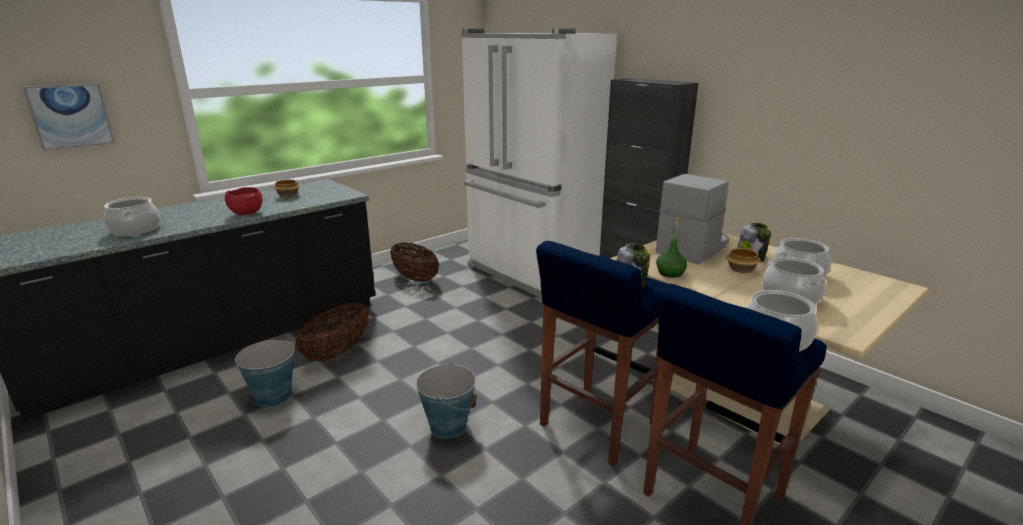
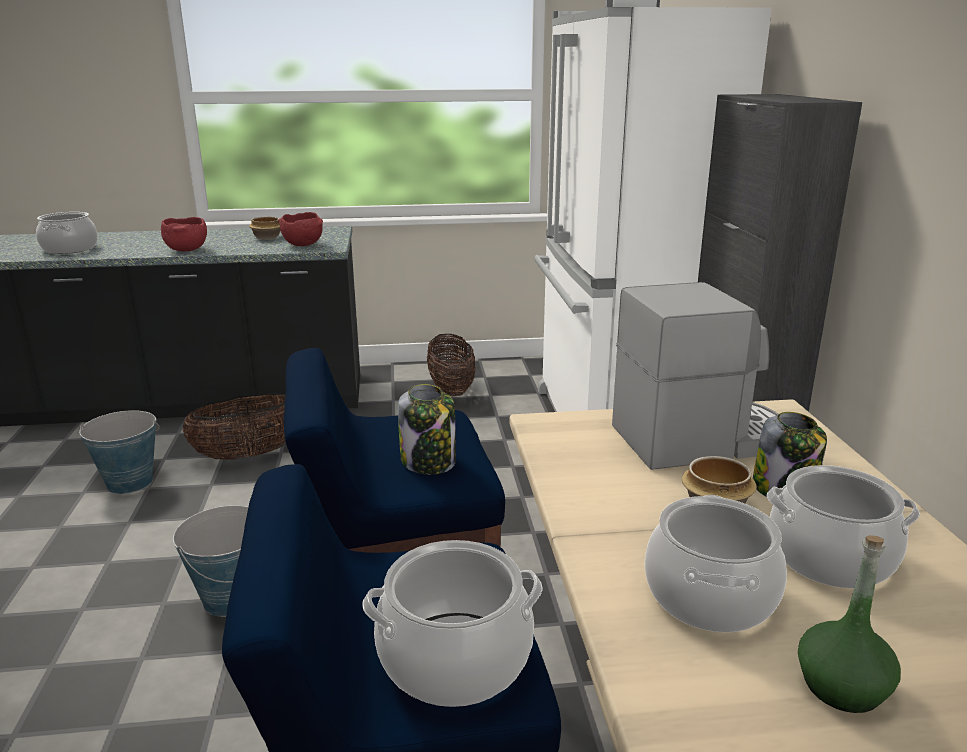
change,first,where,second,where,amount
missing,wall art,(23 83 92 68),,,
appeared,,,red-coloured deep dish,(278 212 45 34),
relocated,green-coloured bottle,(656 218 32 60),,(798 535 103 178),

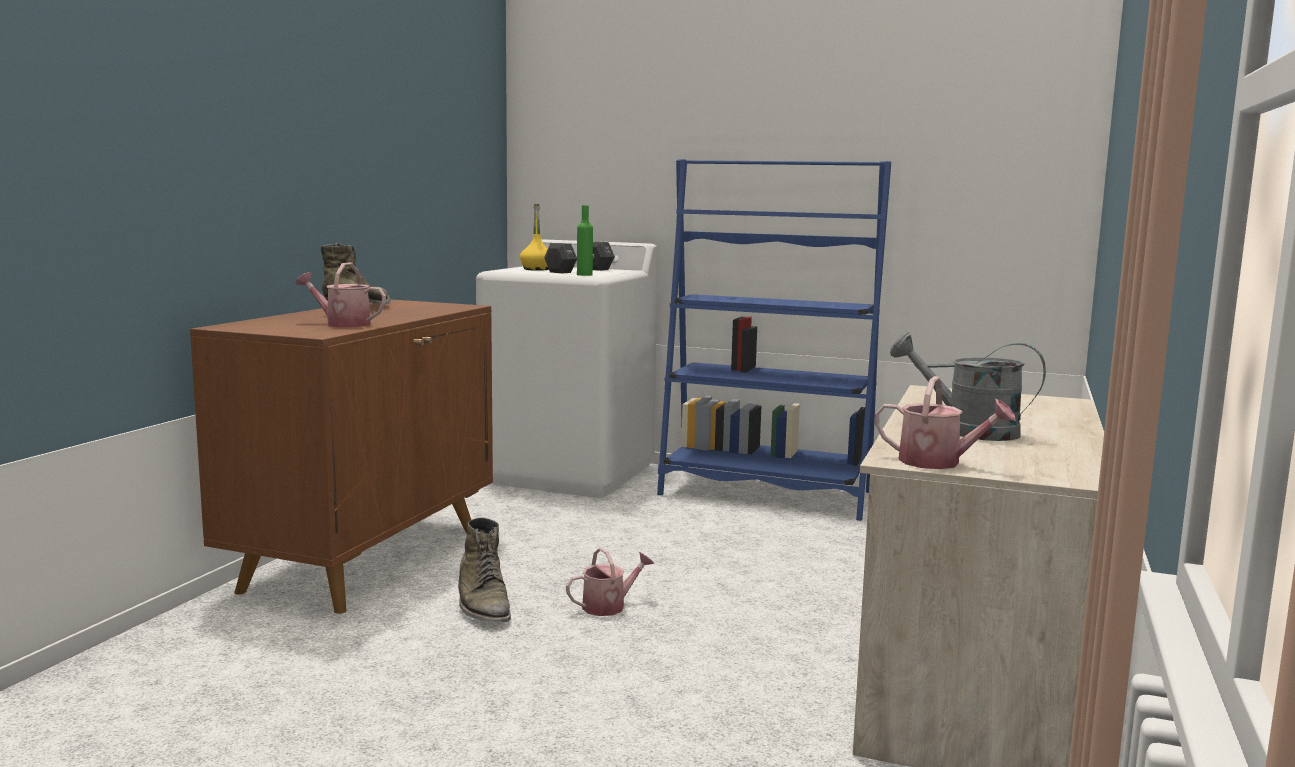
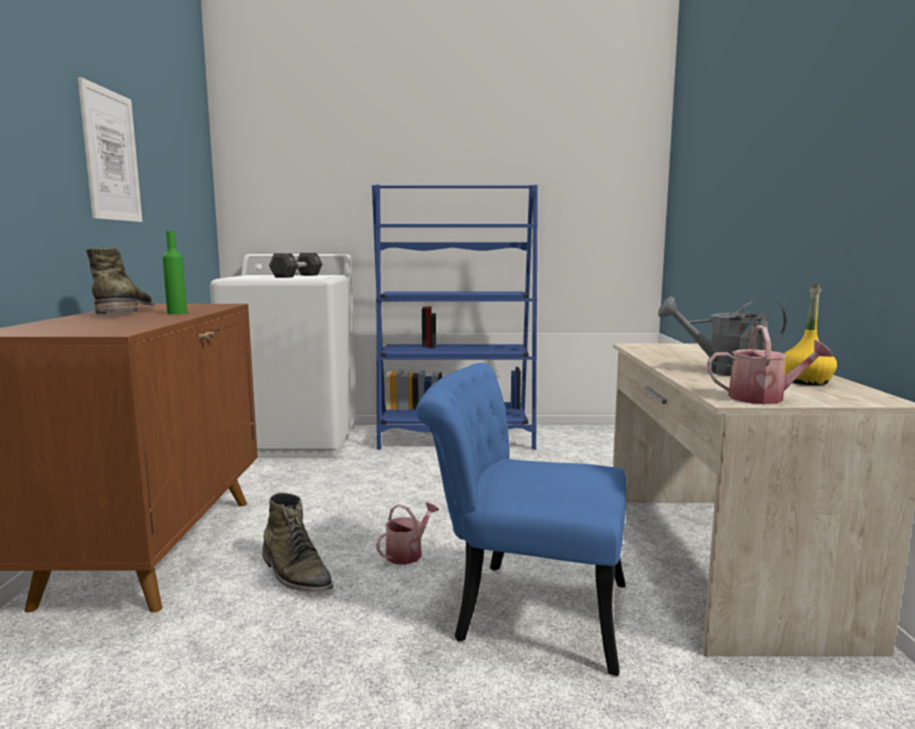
change,first,where,second,where,amount
missing,sprinkling can,(295 262 91 65),,,
appeared,,,wall art,(78 77 64 145),
appeared,,,blue-coloured chair,(416 363 210 313),
relocated,yellow-coloured bottle,(520 204 29 67),,(784 285 53 100),
relocated,green-coloured bottle,(577 205 16 71),,(162 231 25 83),

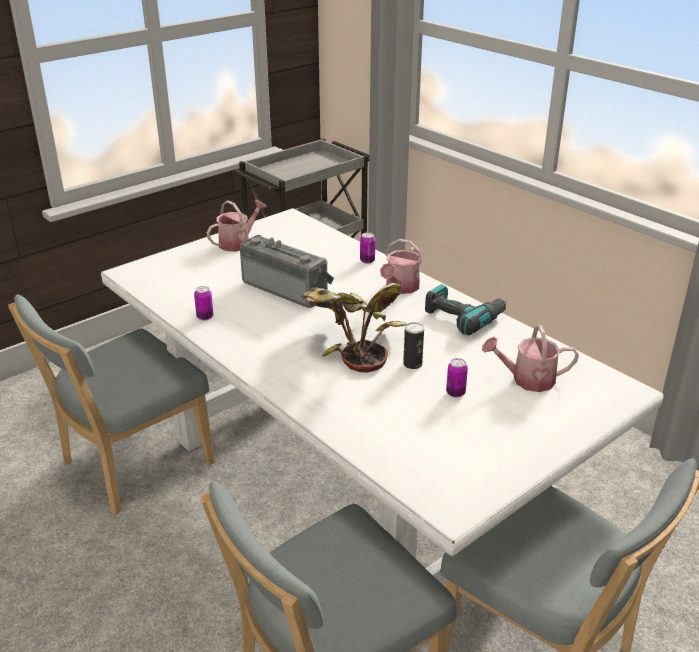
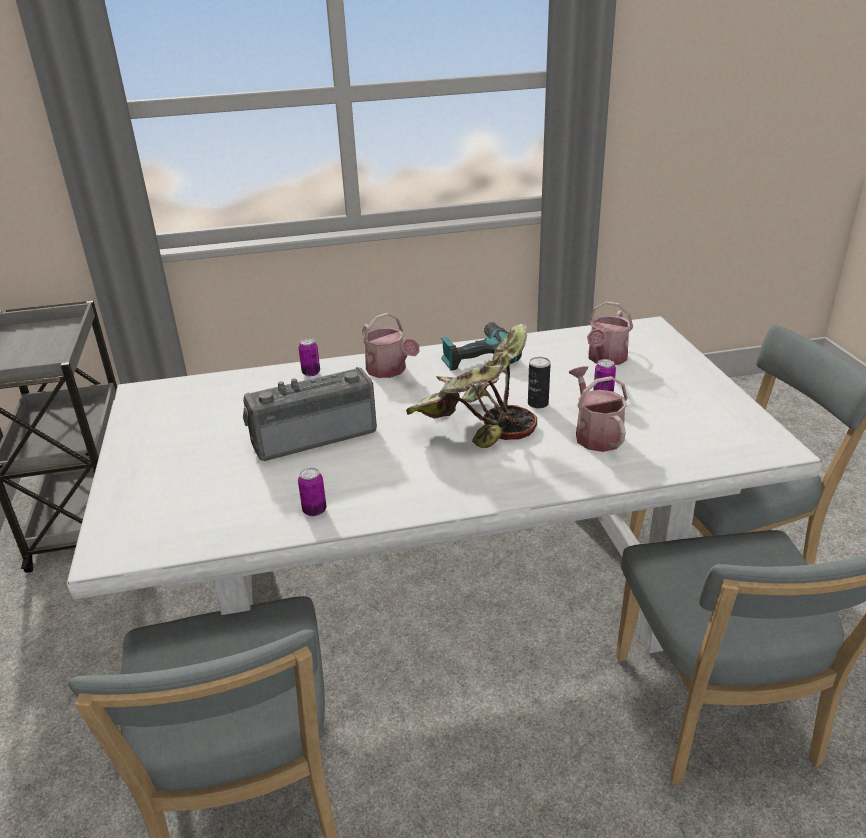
change,first,where,second,where,amount
relocated,sprinkling can,(207 200 60 52),,(569 366 59 86),

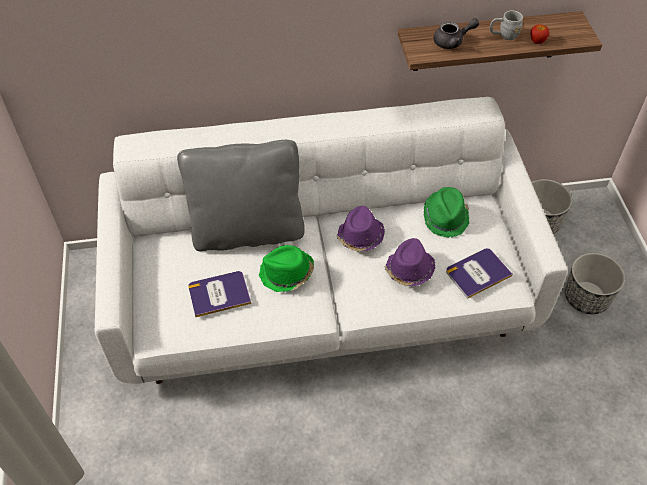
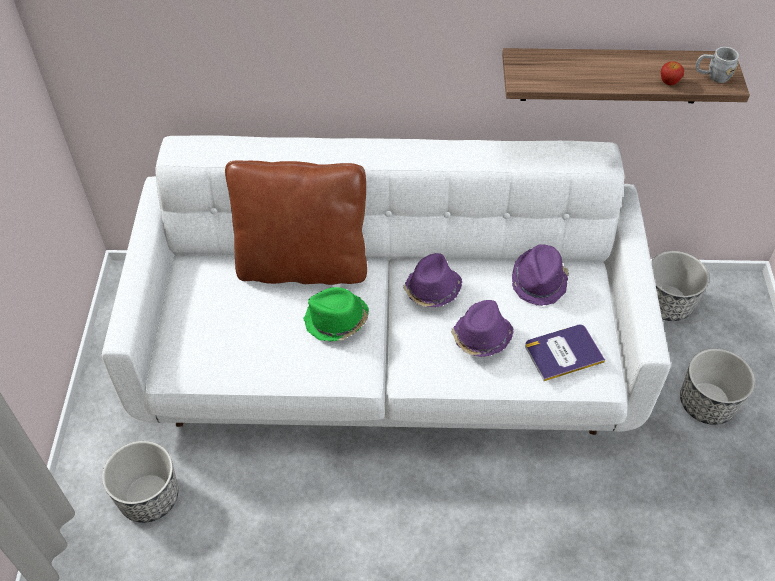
change,first,where,second,where,amount
missing,book,(188 271 63 46),,,
missing,grey teapot,(433 18 46 31),,,
appeared,,,flower pot,(102 441 77 82),
relocated,grey tea mug,(490 10 33 30),,(696 47 43 36),
colour,grey pillow,(177 140 128 111),brown-coloured pillow,(225 160 142 125),
colour,green-coloured hat,(424 187 45 51),purple hat,(512 244 57 62),

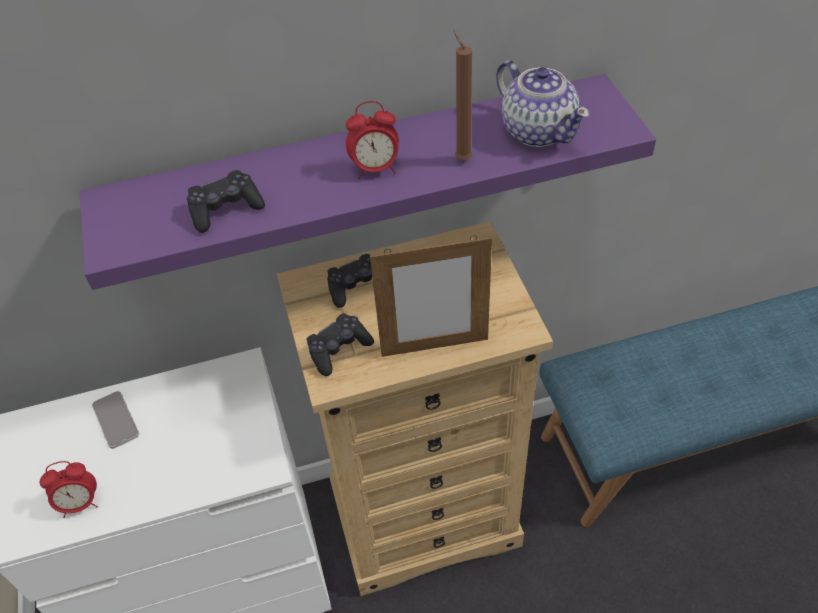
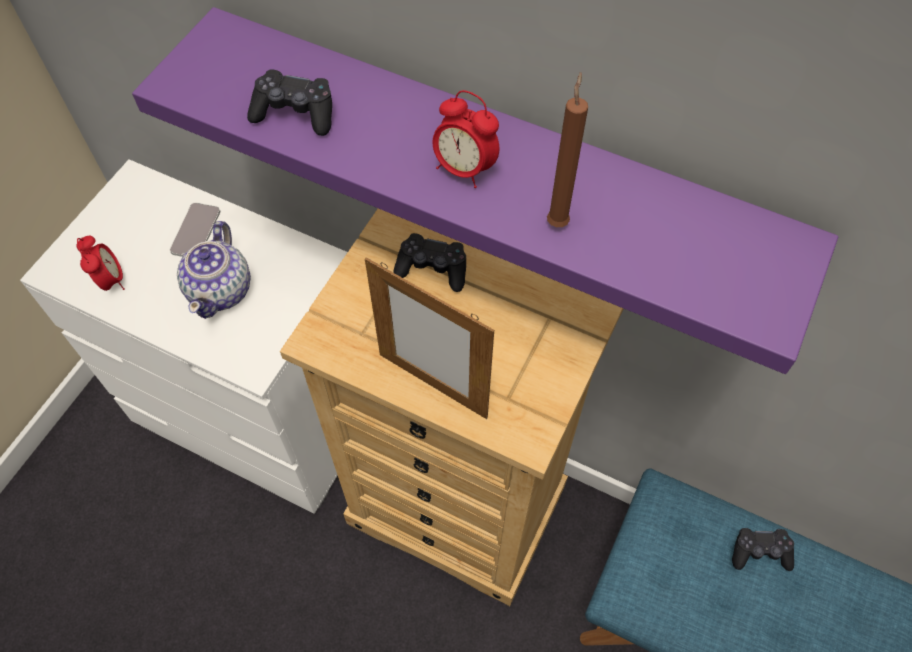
change,first,where,second,where,amount
relocated,black-coloured joypad,(306 313 68 63),,(732 528 62 43),
relocated,teapot,(496 60 94 87),,(177 221 74 98),
spun,table clock,(40 461 58 57),,(77 236 48 55),135 degrees counterclockwise

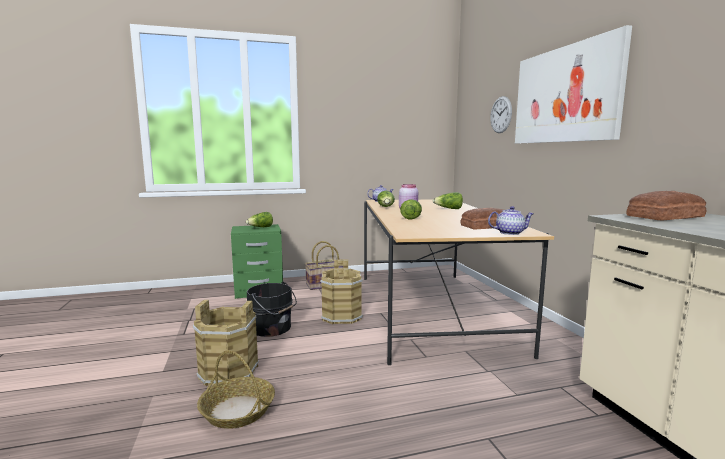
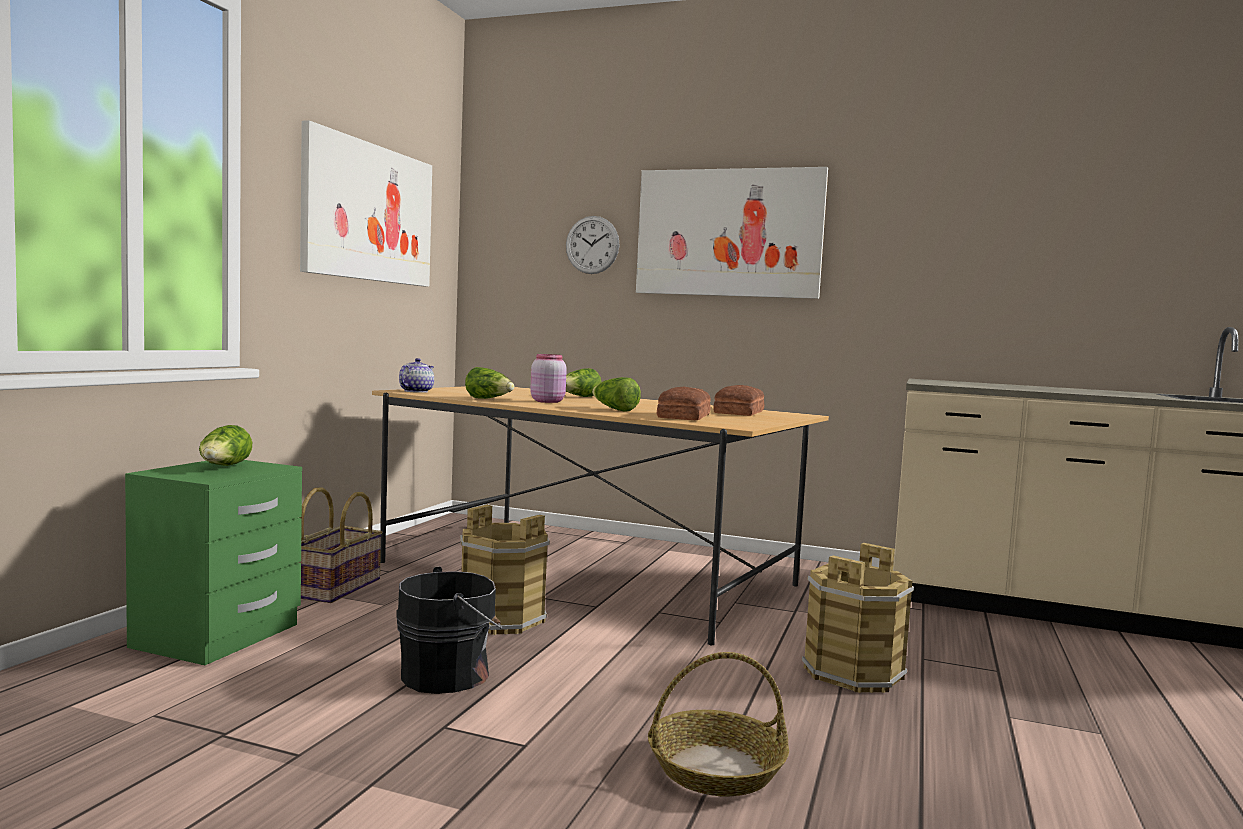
change,first,where,second,where,amount
missing,teapot,(488 206 46 29),,,
appeared,,,wall art,(300 120 132 167),
relocated,brown-coloured water bucket,(193 300 66 86),,(802 543 112 150),
relocated,bakery bread,(626 191 80 29),,(657 387 54 33),

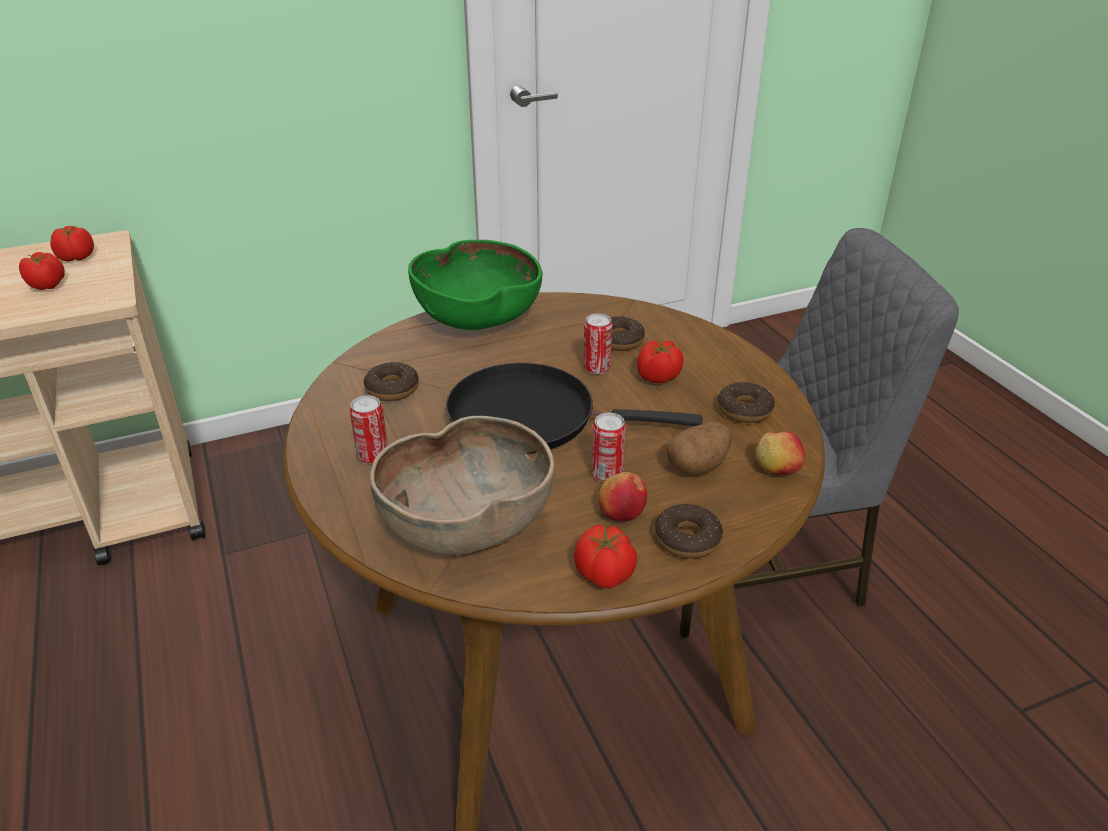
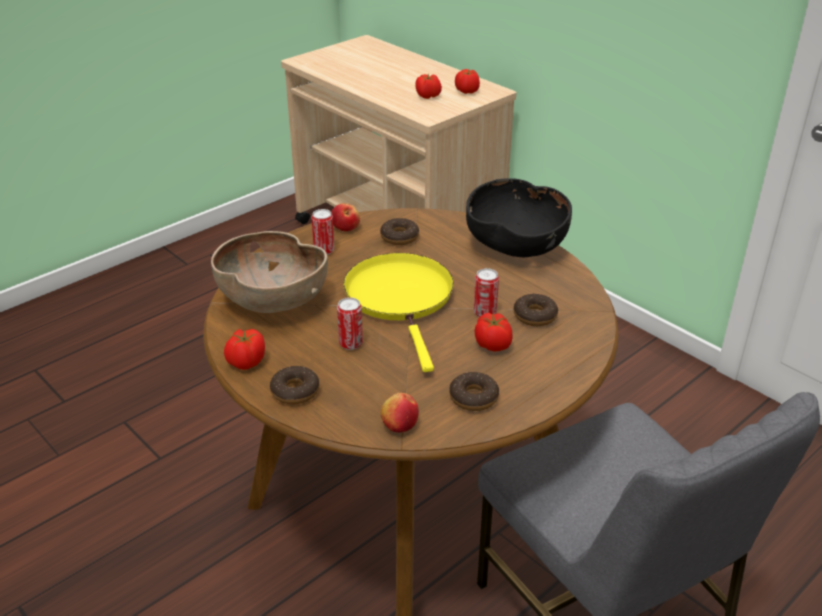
change,first,where,second,where,amount
missing,potato,(666 422 66 52),,,
relocated,whole apple,(599 472 48 49),,(331 203 29 28),
colour,green-coloured deep dish,(408 240 134 90),black-coloured deep dish,(466 178 106 79),
colour,black-coloured pan,(446 363 257 91),yellow-coloured pan,(343 253 111 119),

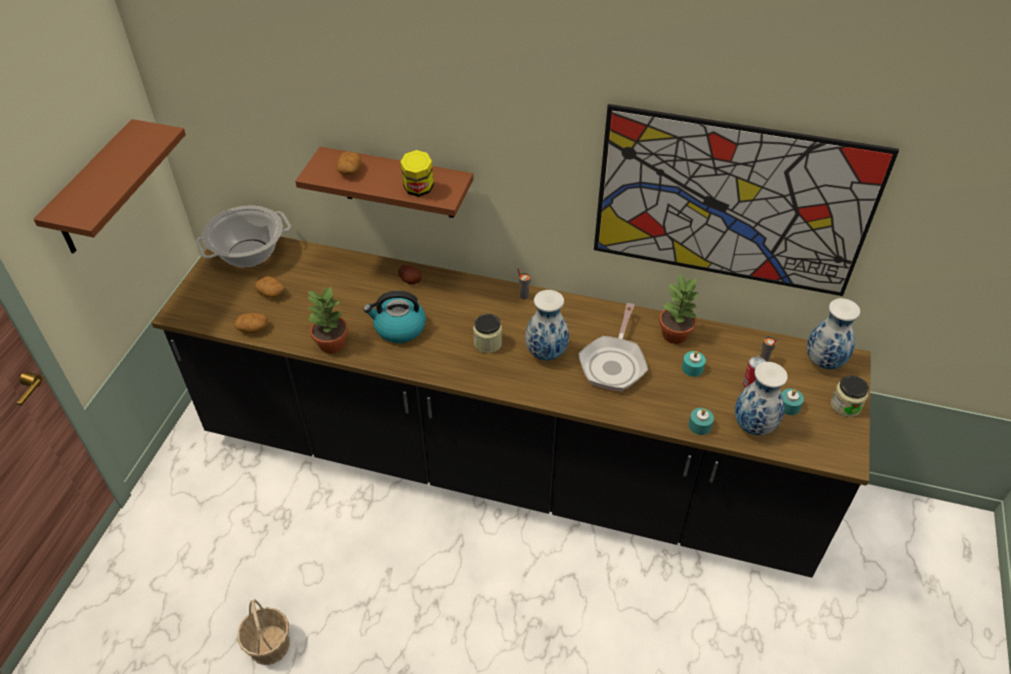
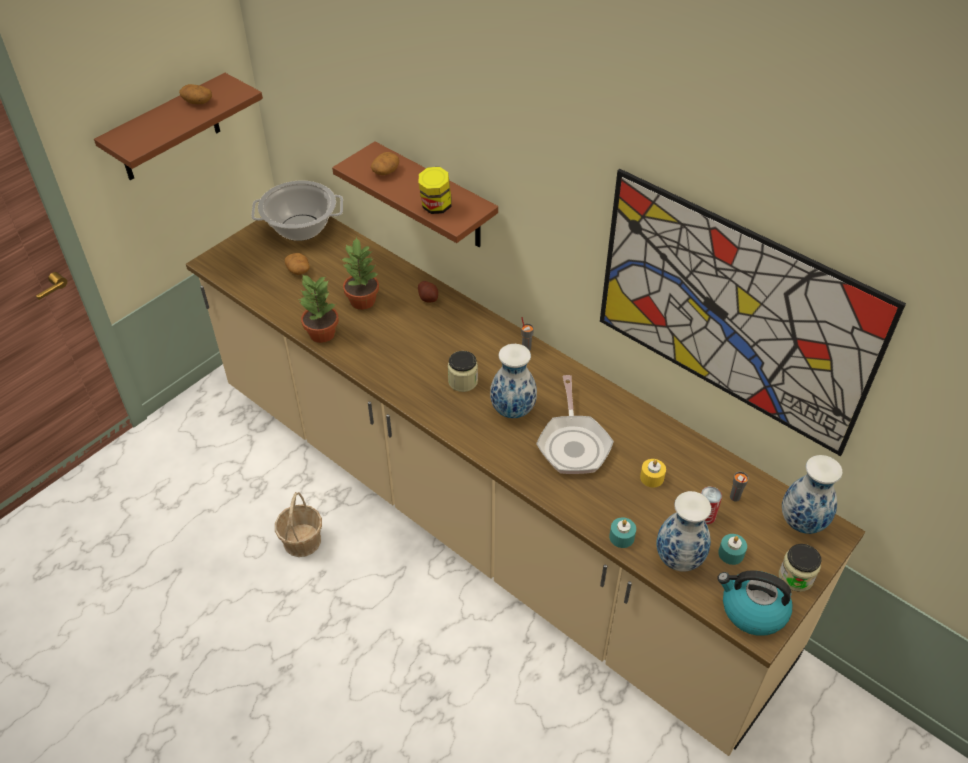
change,first,where,second,where,amount
relocated,potato,(235 313 33 21),,(179 84 33 20),
relocated,storage basket,(237 599 53 66),,(275 492 47 65),
relocated,tea kettle,(363 291 63 52),,(717 570 75 66),
relocated,plant in a pot,(659 274 42 70),,(341 237 38 73),
colour,black-coloured kitchen base unit,(151 236 720 342),sand-coloured kitchen base unit,(186 217 679 539),
colour,turquoise-coloured wax light,(682 351 24 26),yellow-coloured wax light,(640 459 26 29),
spun,pan,(578 303 70 89),,(536 375 78 99),45 degrees counterclockwise

